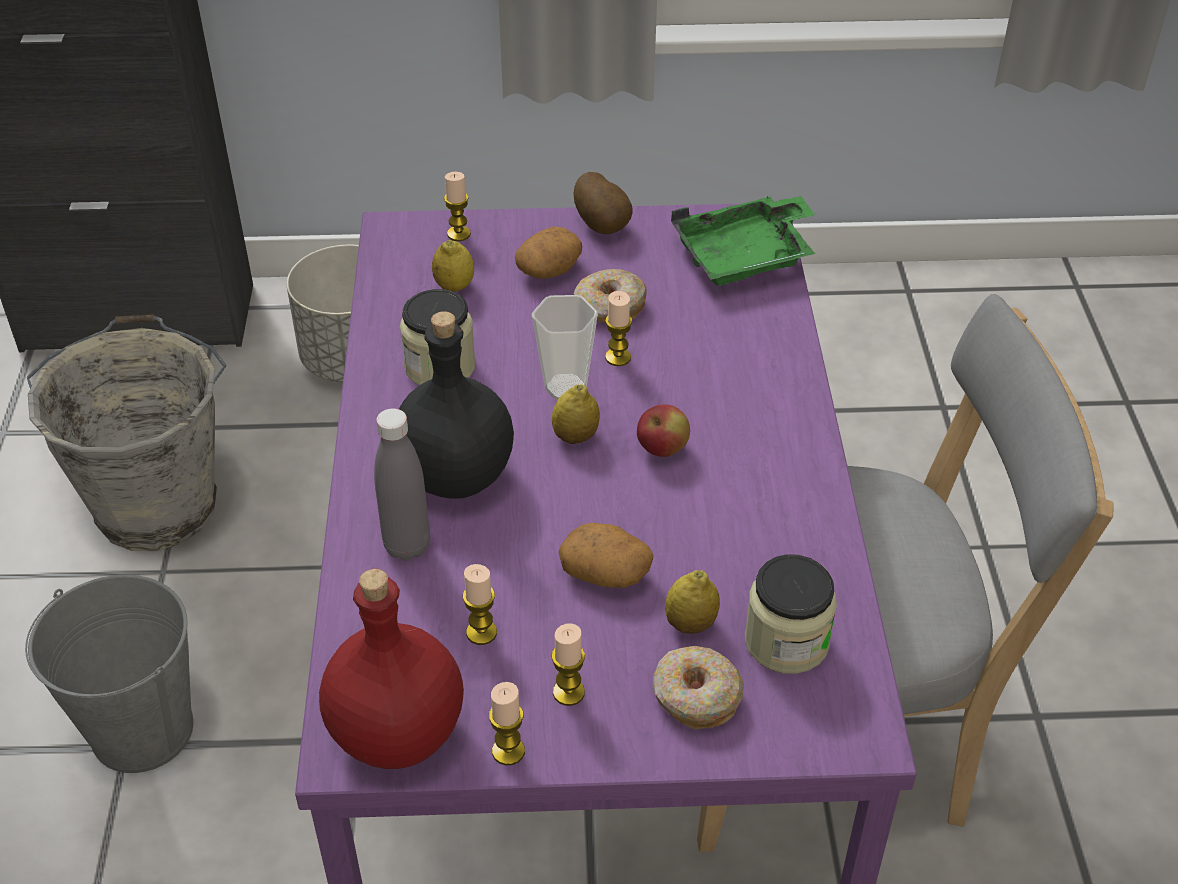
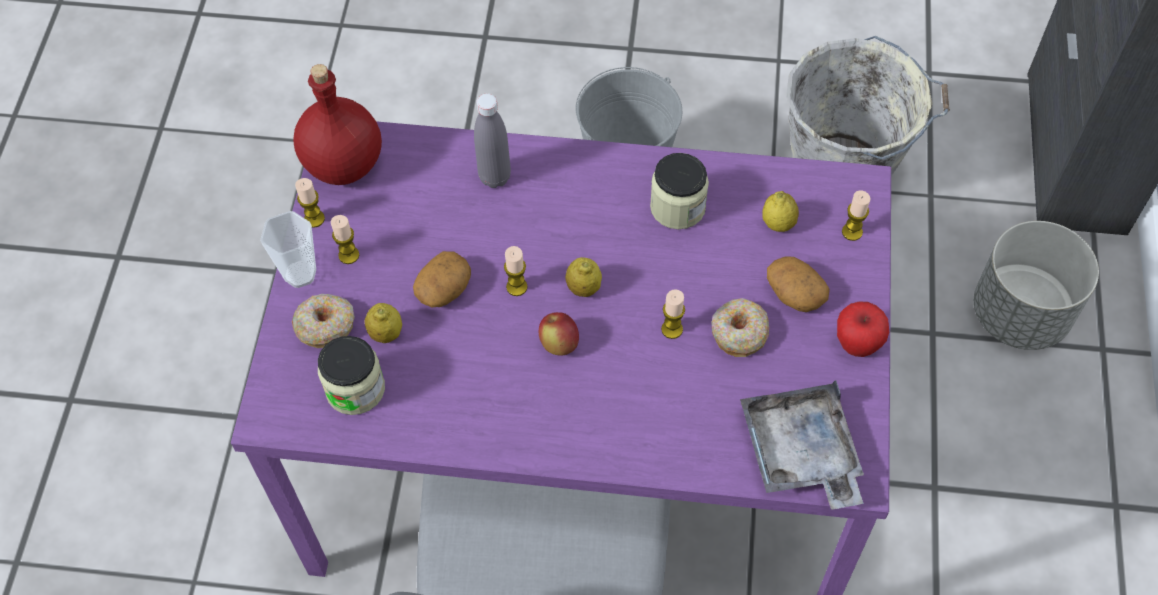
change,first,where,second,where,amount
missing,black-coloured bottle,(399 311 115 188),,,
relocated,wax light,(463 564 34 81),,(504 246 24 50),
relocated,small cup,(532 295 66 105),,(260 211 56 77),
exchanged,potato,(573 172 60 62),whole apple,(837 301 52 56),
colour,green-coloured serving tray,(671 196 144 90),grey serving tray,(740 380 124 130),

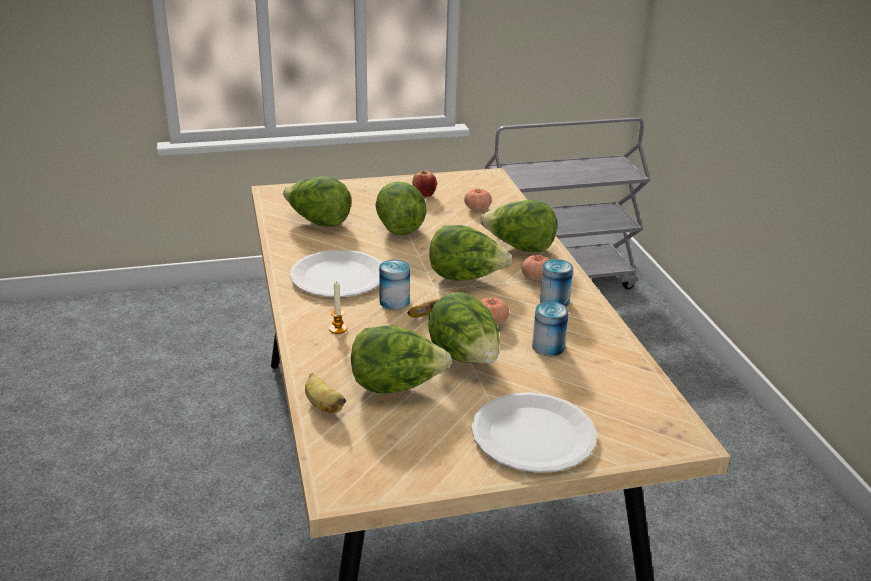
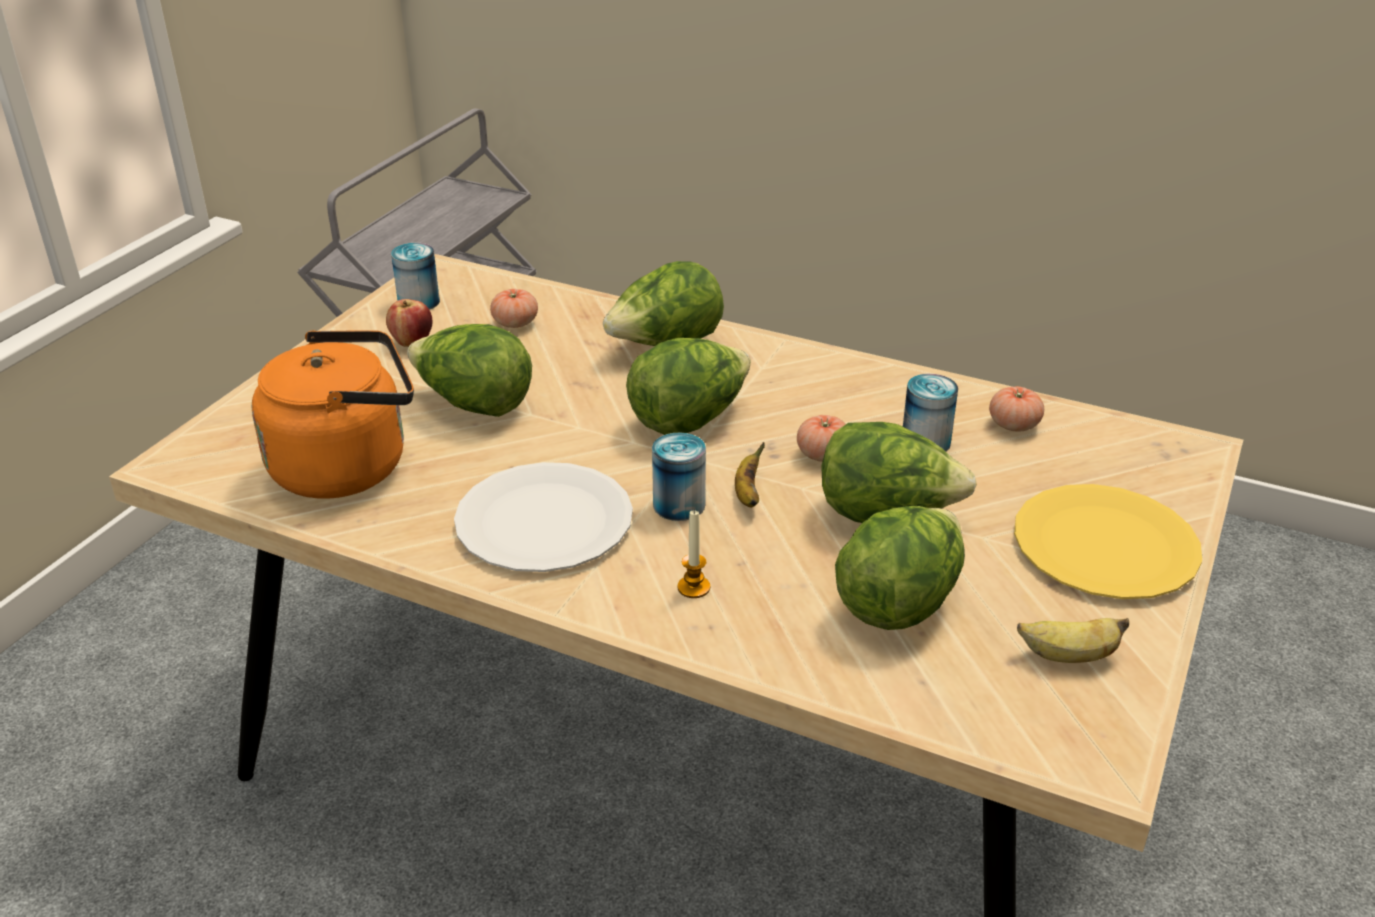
change,first,where,second,where,amount
relocated,banana fruit,(305 373 41 40),,(1017 618 112 45),
relocated,fresh tomato,(521 255 28 26),,(989 386 55 45),
relocated,sealed can,(540 259 33 48),,(391 243 49 67),
exchanged,lettuce,(283 176 69 51),orange tea kettle,(252 330 162 169),
colour,white flat dish,(471 392 126 81),yellow-coloured flat dish,(1014 484 188 115),

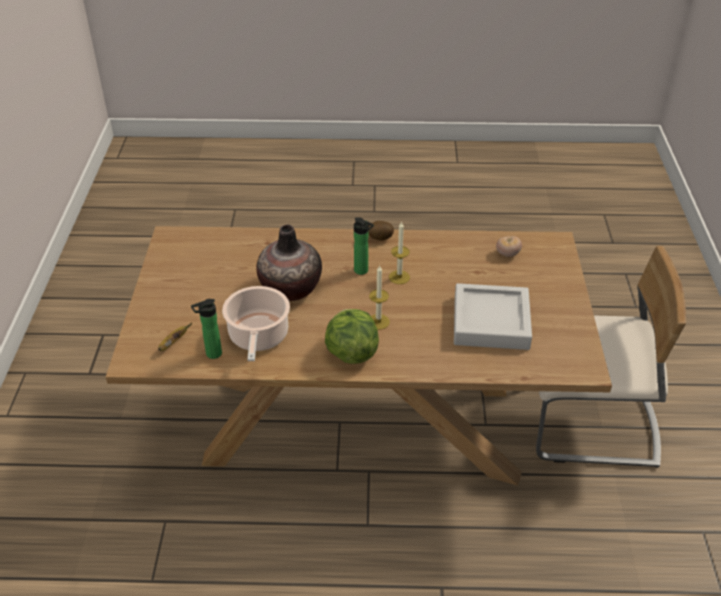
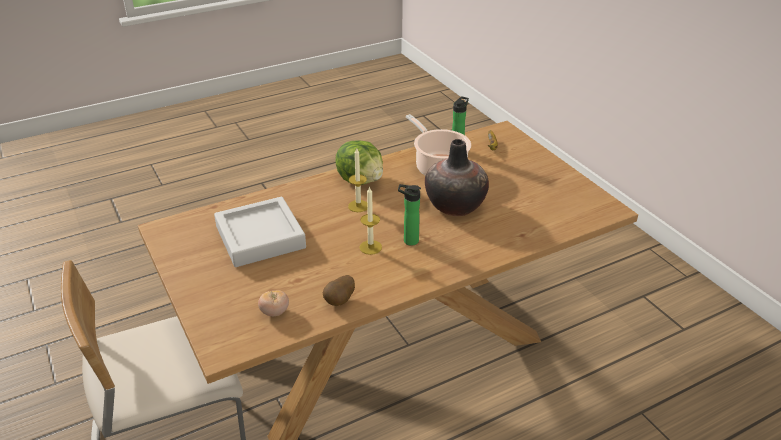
change,first,where,second,where,amount
relocated,potato,(369 221 25 20),,(323 275 32 31),

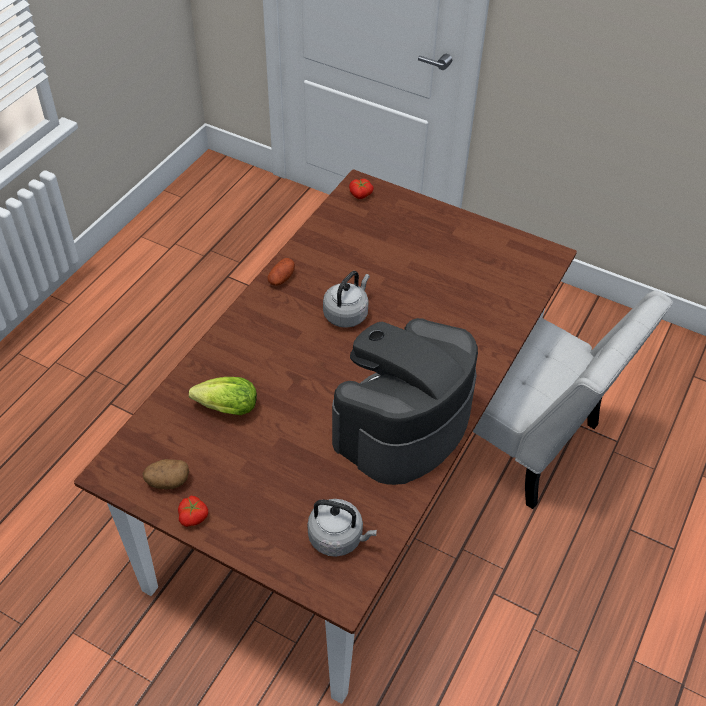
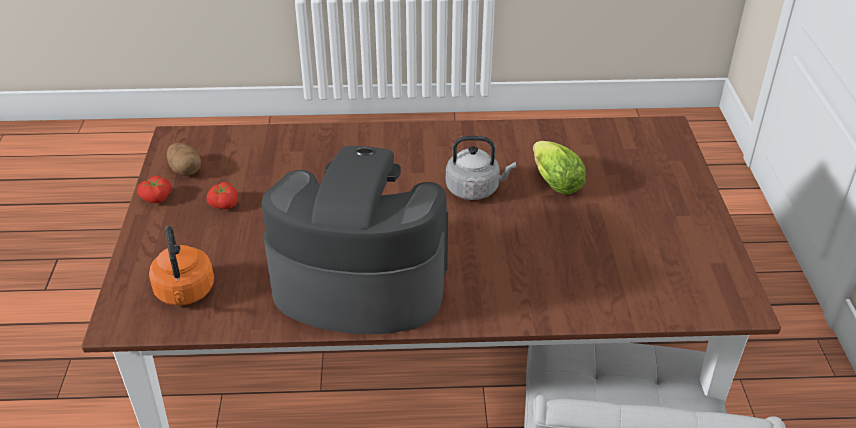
change,first,where,second,where,amount
missing,potato,(267 258 28 28),,,
relocated,lettuce,(189 377 68 38),,(533 141 53 54),
relocated,fresh tomato,(349 179 25 20),,(207 182 31 27),
colour,grey tea kettle,(308 499 69 58),orange tea kettle,(149 226 65 80),

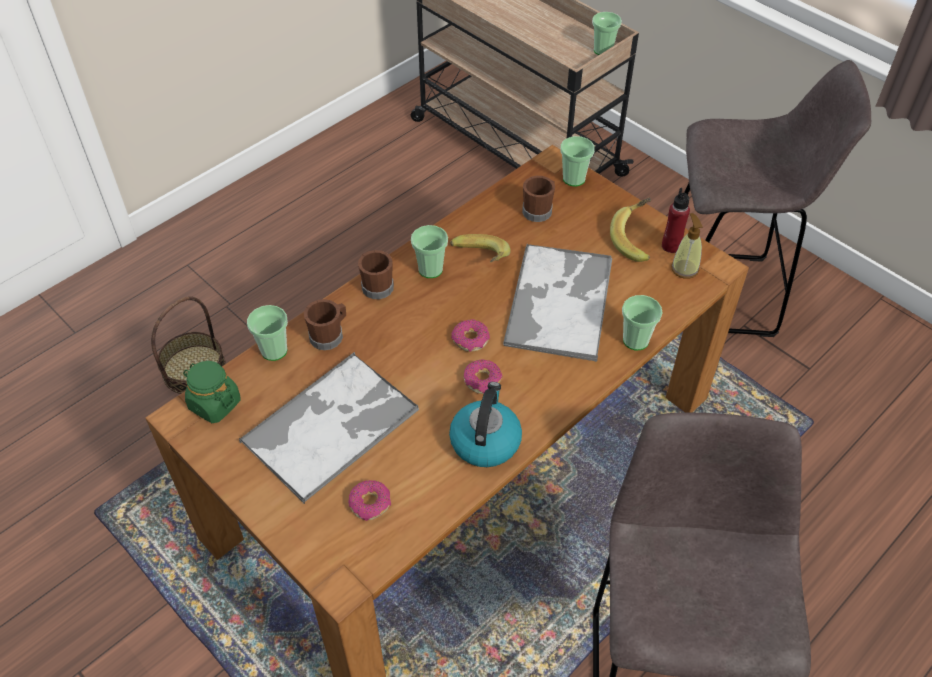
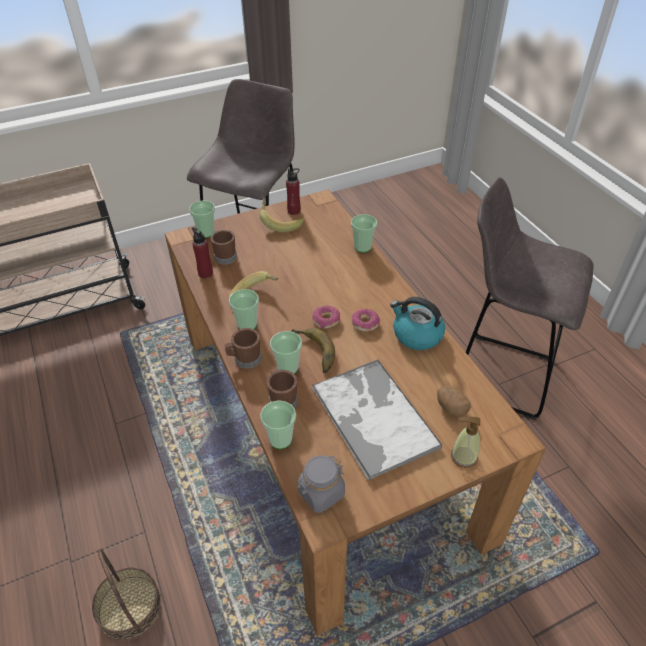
change,first,where,second,where,amount
missing,serving tray,(503 244 109 118),,,
appeared,,,red-coloured bottle,(192 227 21 51),
appeared,,,banana fruit,(291 328 44 45),
relocated,small cup,(592 12 30 43),,(270 331 32 43),
relocated,liquid soap bottle,(671 213 31 66),,(451 417 29 51),
exchanged,doughnut,(348 480 43 41),potato,(437 386 34 31),
colour,green-coloured storage jar,(183 361 58 62),grey storage jar,(297 455 48 58),

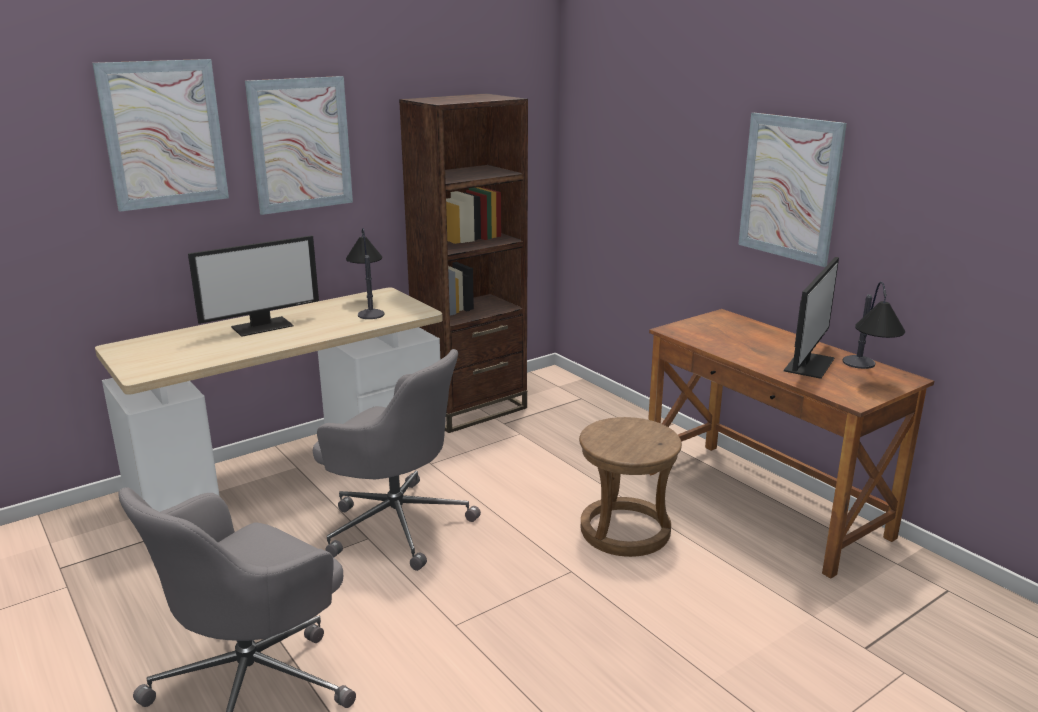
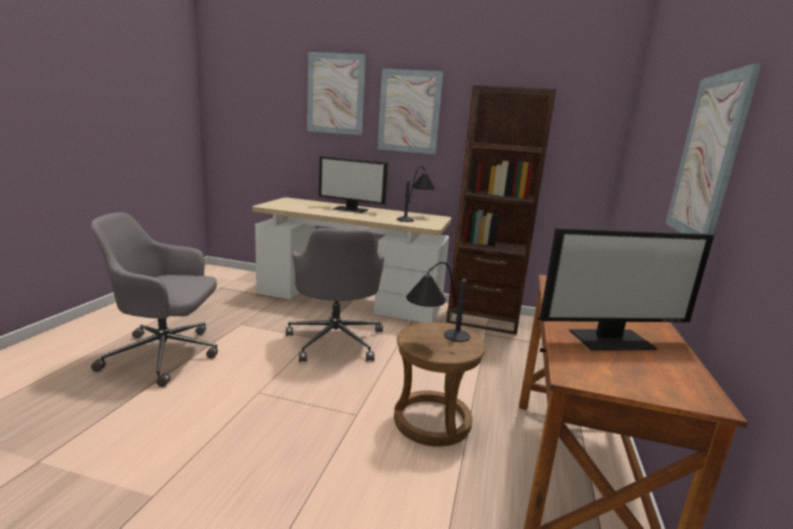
change,first,where,second,where,amount
relocated,tabletop lamp,(842 282 63 87),,(406 262 64 80),

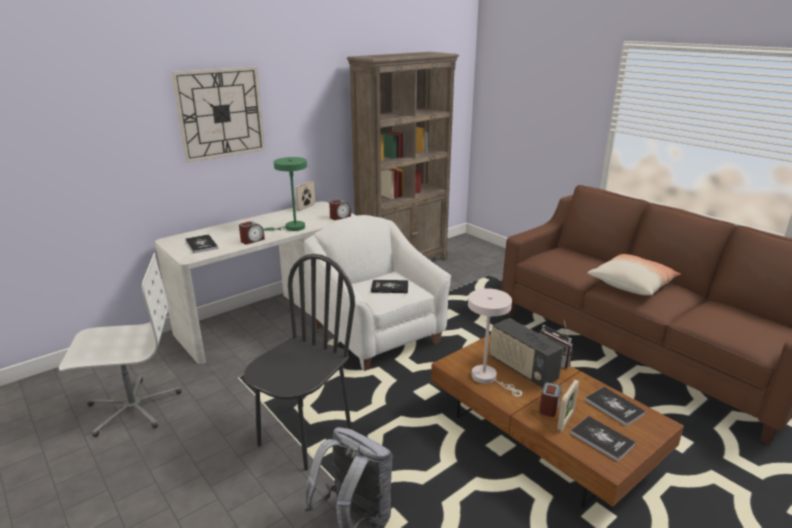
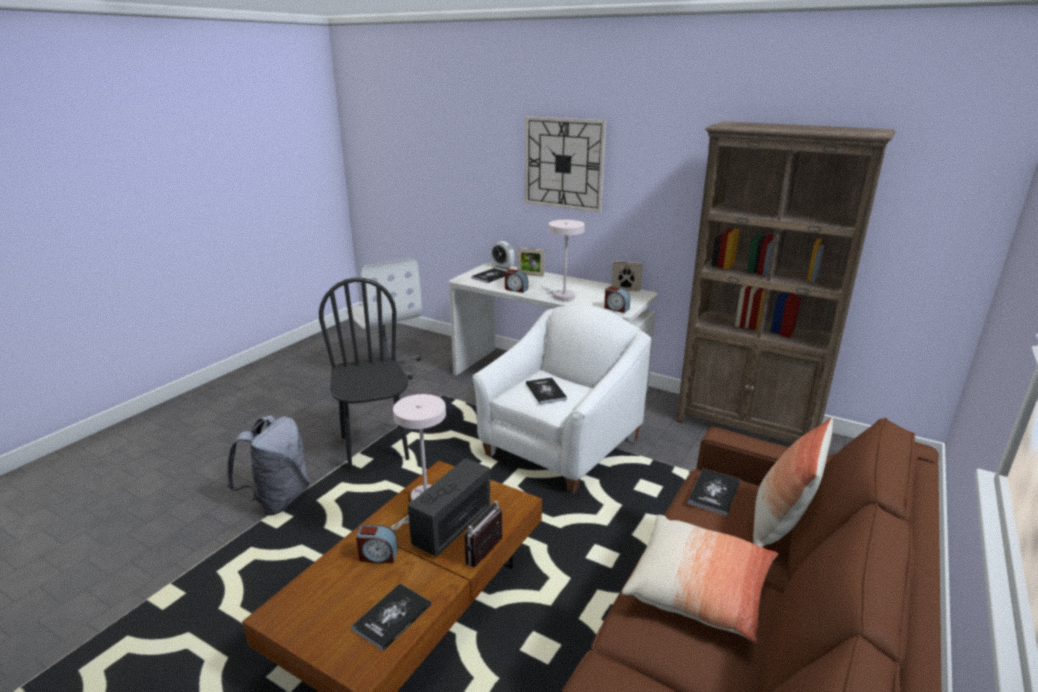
change,first,where,second,where,amount
appeared,,,table clock,(491 241 24 29),
appeared,,,pillow,(753 417 80 130),
relocated,picture frame,(557 379 22 53),,(517 248 28 29),
relocated,book,(570 416 66 46),,(687 469 53 47),
colour,green-coloured tabletop lamp,(263 157 44 74),white tabletop lamp,(540 220 45 81),
spun,black-coloured chair,(244 254 111 216),,(319 278 90 192),120 degrees counterclockwise

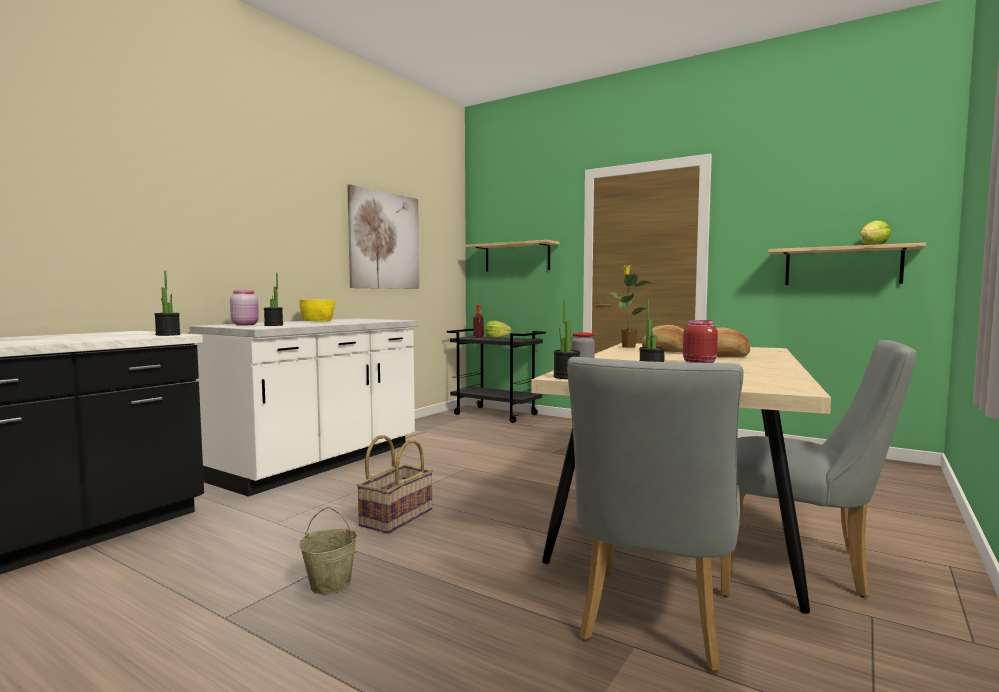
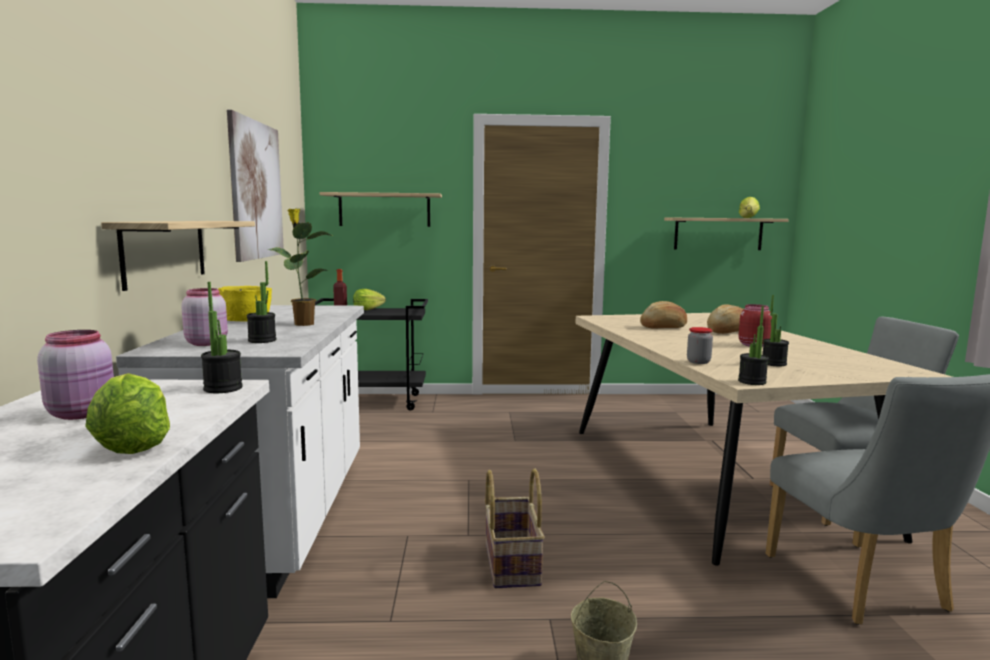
change,first,where,second,where,amount
appeared,,,pink-coloured storage jar,(37 330 77 90),
appeared,,,lettuce,(85 373 85 81),
appeared,,,bracket shelf,(101 221 154 70),
relocated,plant in a pot,(608 265 45 83),,(267 208 64 118),

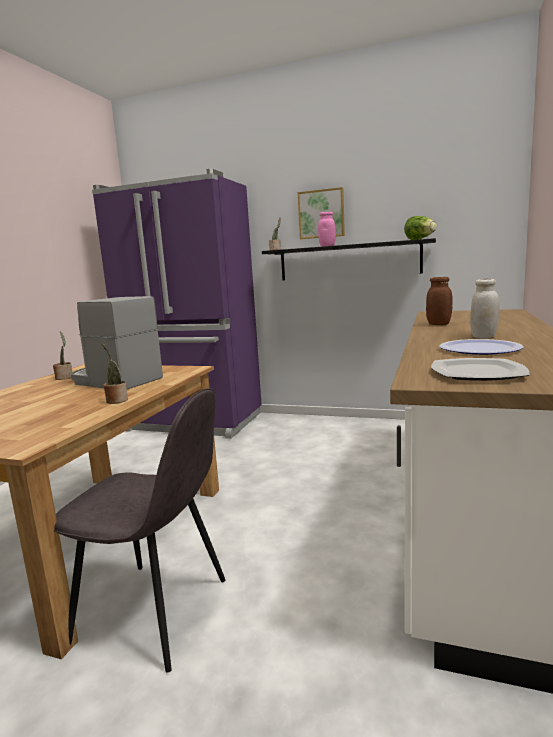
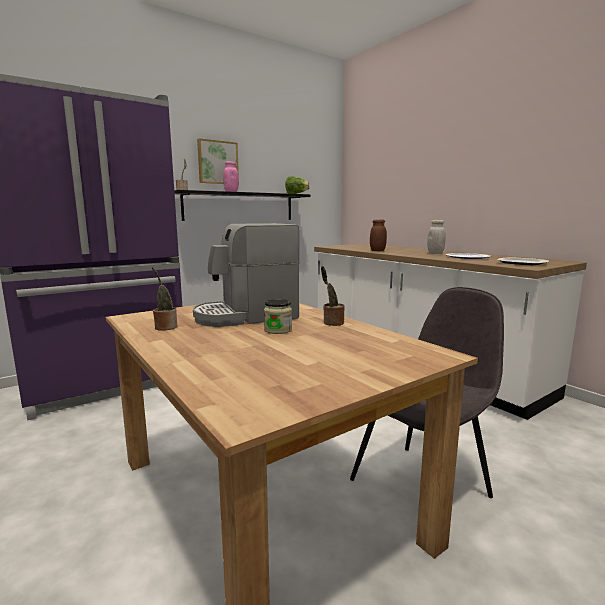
change,first,where,second,where,amount
appeared,,,storage jar,(264 299 28 35),

